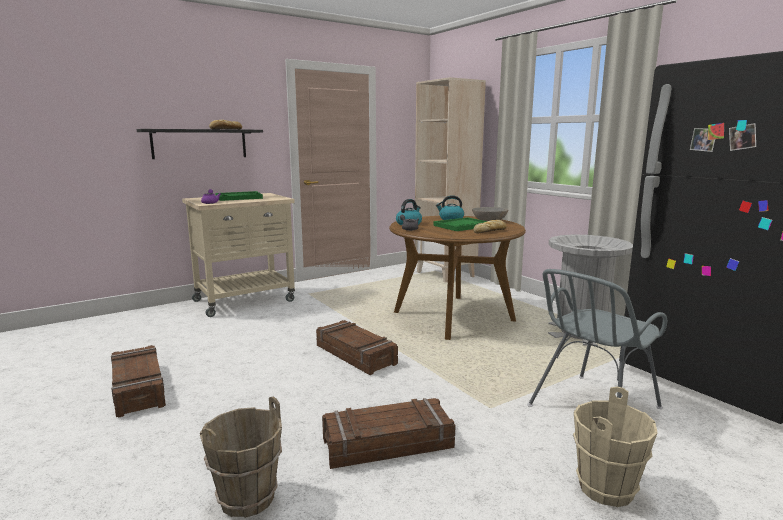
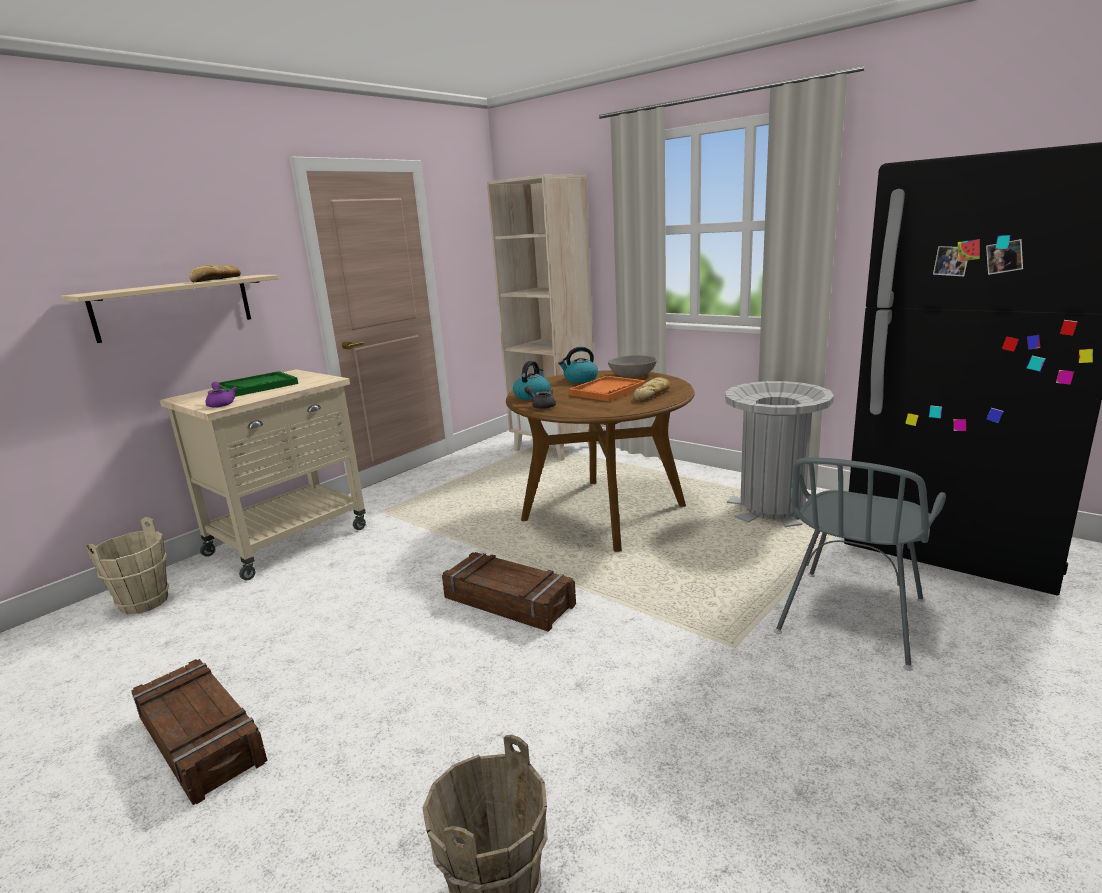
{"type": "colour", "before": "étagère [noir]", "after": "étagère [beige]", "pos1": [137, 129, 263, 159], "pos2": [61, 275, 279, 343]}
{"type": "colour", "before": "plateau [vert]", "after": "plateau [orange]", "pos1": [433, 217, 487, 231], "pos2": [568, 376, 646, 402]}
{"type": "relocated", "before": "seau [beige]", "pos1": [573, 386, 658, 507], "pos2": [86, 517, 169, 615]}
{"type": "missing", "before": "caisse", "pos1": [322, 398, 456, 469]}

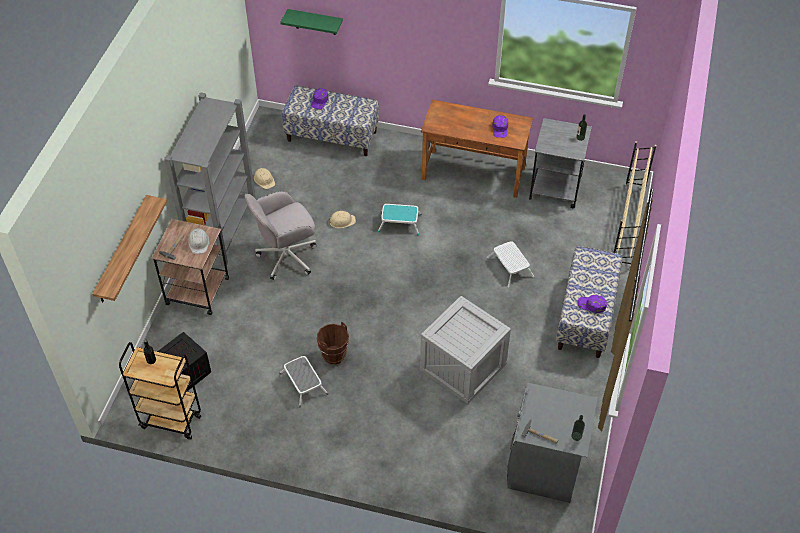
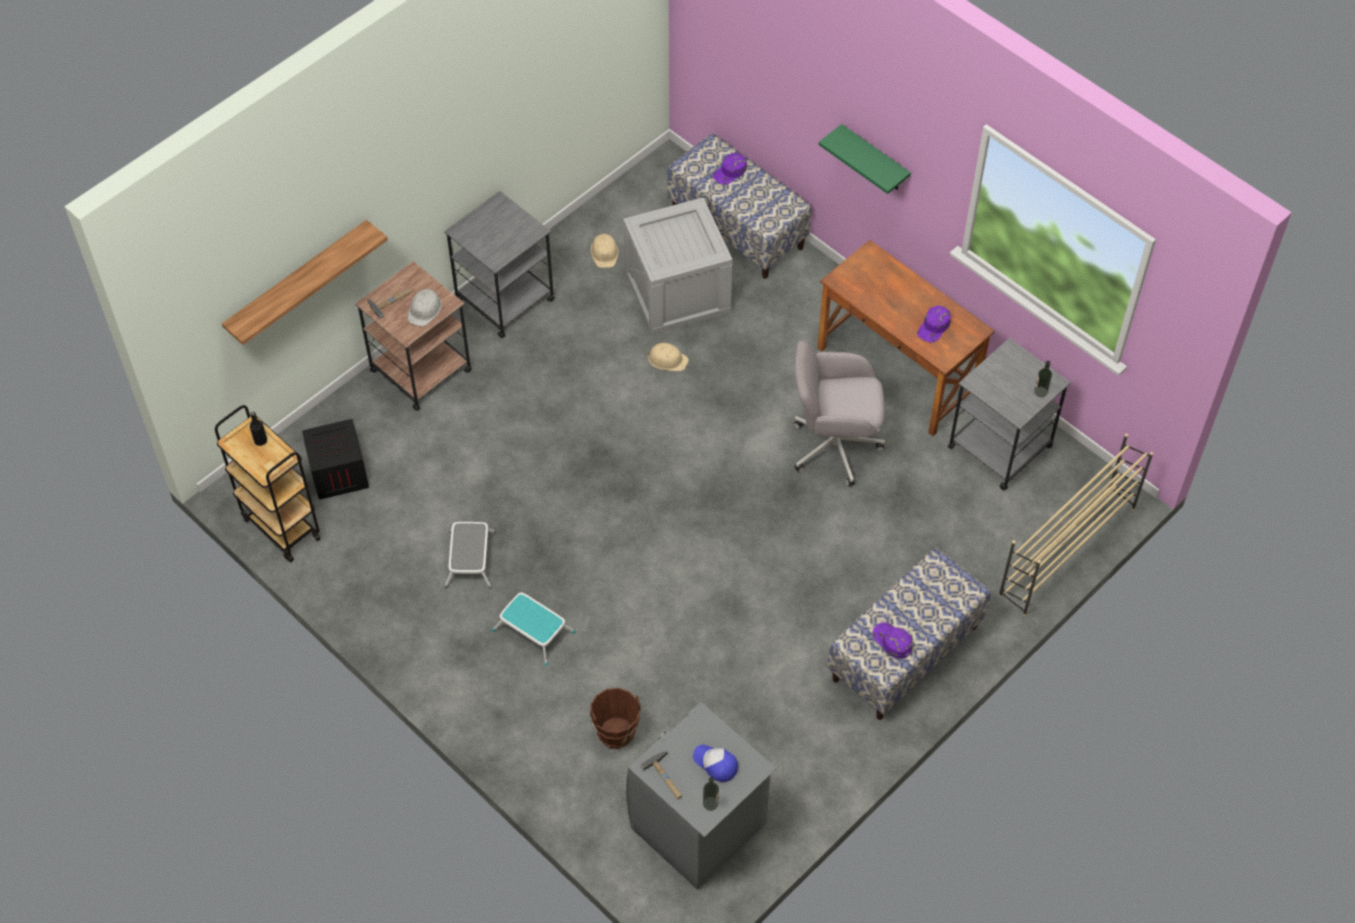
{"type": "relocated", "before": "étagère [vert]", "pos1": [280, 9, 343, 35], "pos2": [819, 124, 911, 194]}
{"type": "exchanged", "before": "bibliothèque [gris]", "after": "chariot [gris]", "pos1": [164, 93, 256, 267], "pos2": [444, 191, 555, 338]}
{"type": "relocated", "before": "chaise de bureau [gris]", "pos1": [245, 191, 317, 280], "pos2": [794, 340, 885, 486]}
{"type": "relocated", "before": "escabeau [turquoise]", "pos1": [377, 204, 422, 236], "pos2": [492, 592, 576, 666]}
{"type": "missing", "before": "escabeau [blanc]", "pos1": [487, 241, 534, 288]}
{"type": "relocated", "before": "caisse", "pos1": [420, 296, 511, 404], "pos2": [623, 197, 733, 334]}
{"type": "relocated", "before": "seau [marron]", "pos1": [317, 322, 349, 364], "pos2": [590, 688, 640, 749]}
{"type": "appeared", "after": "casquette", "pos2": [693, 745, 738, 782]}

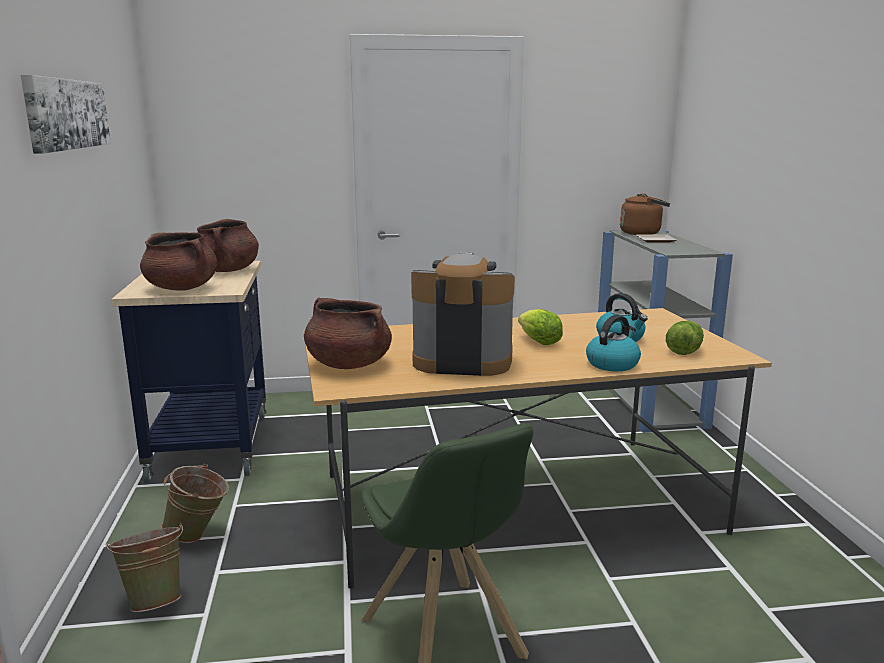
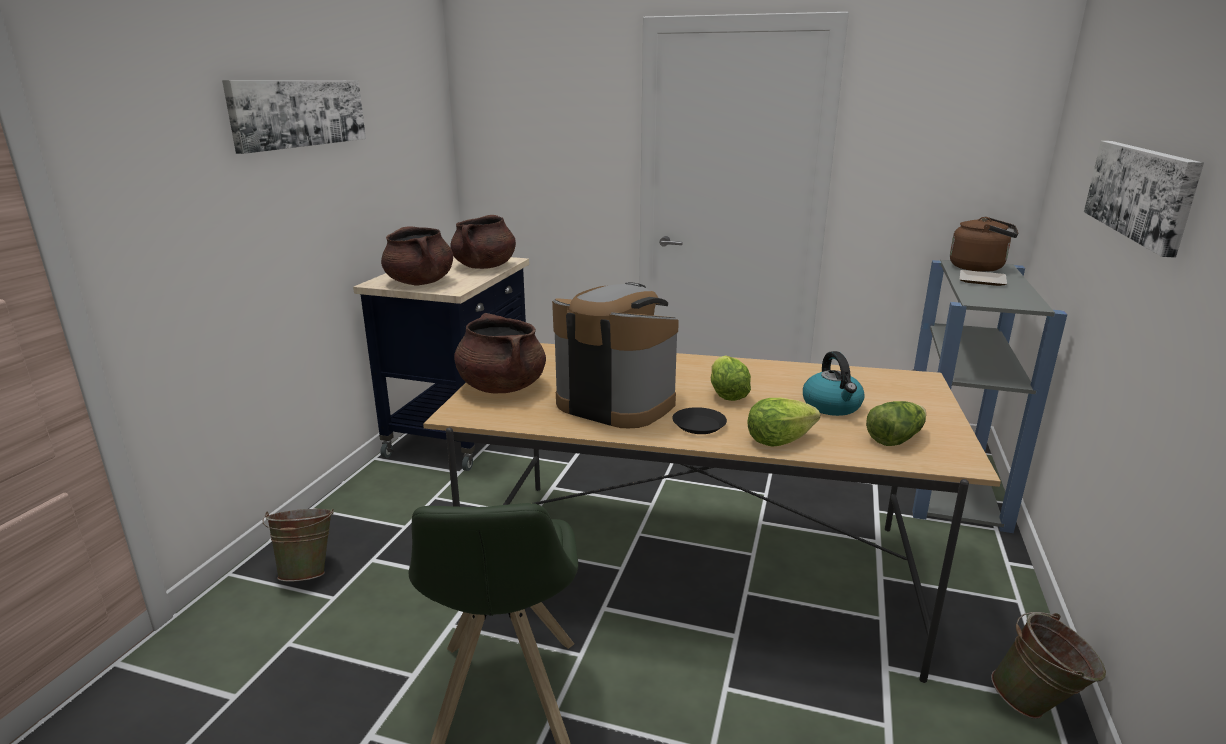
{"type": "exchanged", "before": "bouilloire", "after": "laitue", "pos1": [586, 315, 641, 371], "pos2": [748, 398, 820, 447]}
{"type": "relocated", "before": "seau [vert]", "pos1": [161, 464, 229, 543], "pos2": [991, 612, 1106, 719]}
{"type": "appeared", "after": "tableau", "pos2": [1084, 141, 1204, 258]}
{"type": "appeared", "after": "assiette [noir]", "pos2": [672, 407, 727, 434]}

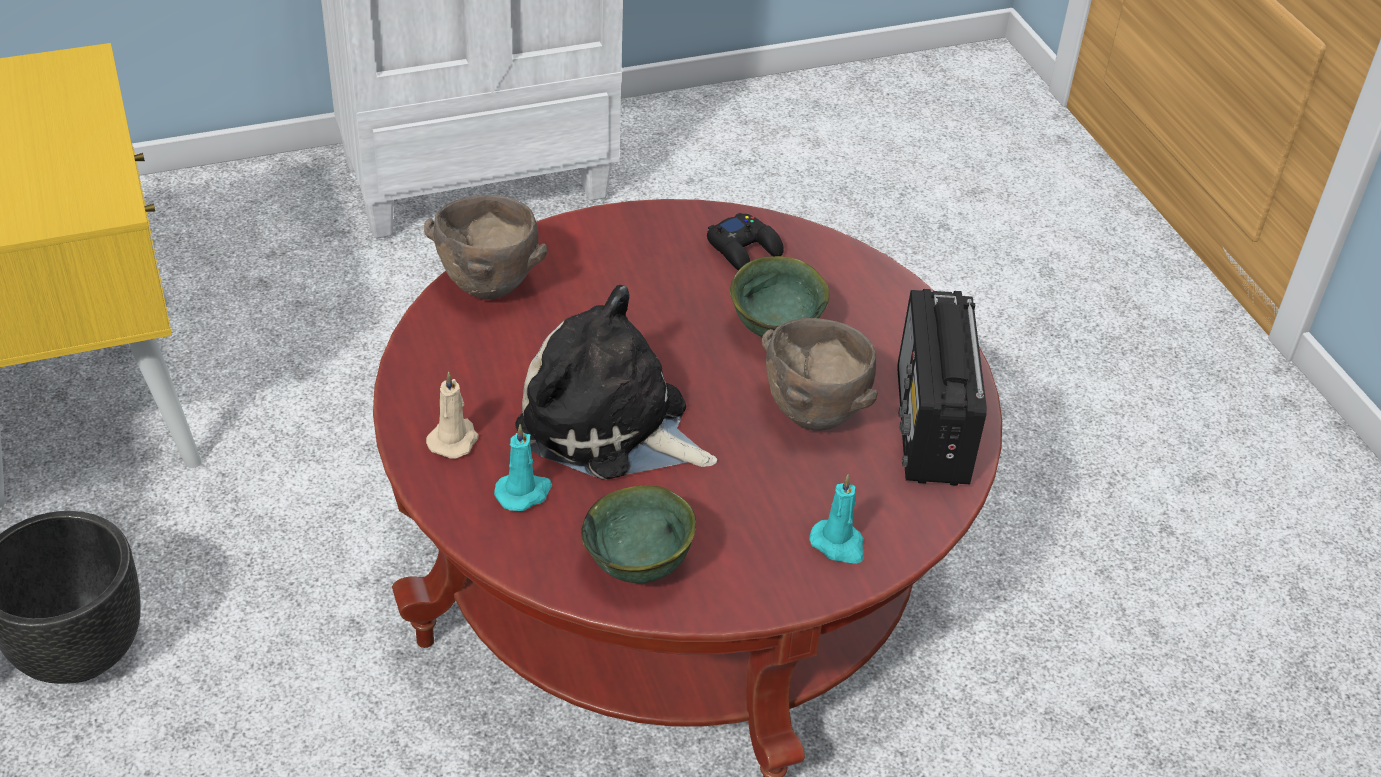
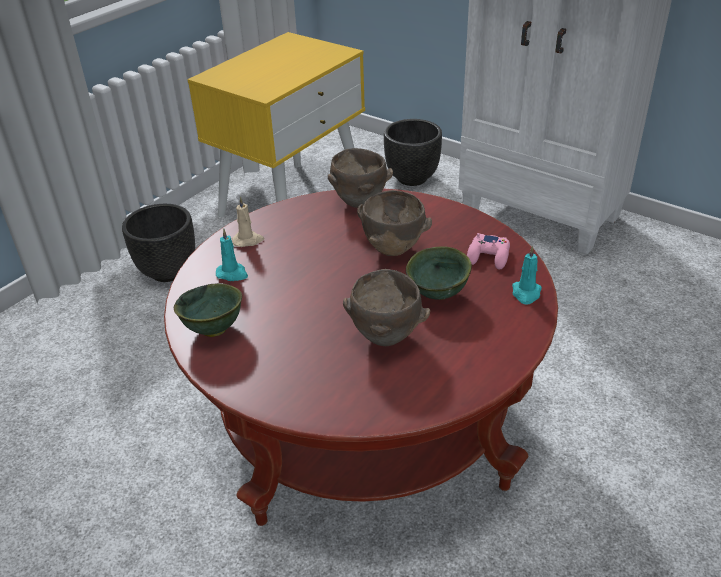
{"type": "colour", "before": "manette [noir]", "after": "manette [rose]", "pos1": [707, 213, 784, 270], "pos2": [467, 233, 510, 269]}
{"type": "missing", "before": "peluche", "pos1": [515, 285, 717, 480]}
{"type": "missing", "before": "radio", "pos1": [897, 289, 987, 486]}
{"type": "relocated", "before": "bougie [turquoise]", "pos1": [809, 475, 864, 564], "pos2": [512, 246, 542, 304]}
{"type": "appeared", "after": "cache-pot [noir]", "pos2": [384, 119, 442, 186]}
{"type": "appeared", "after": "bol [marron]", "pos2": [357, 190, 432, 256]}

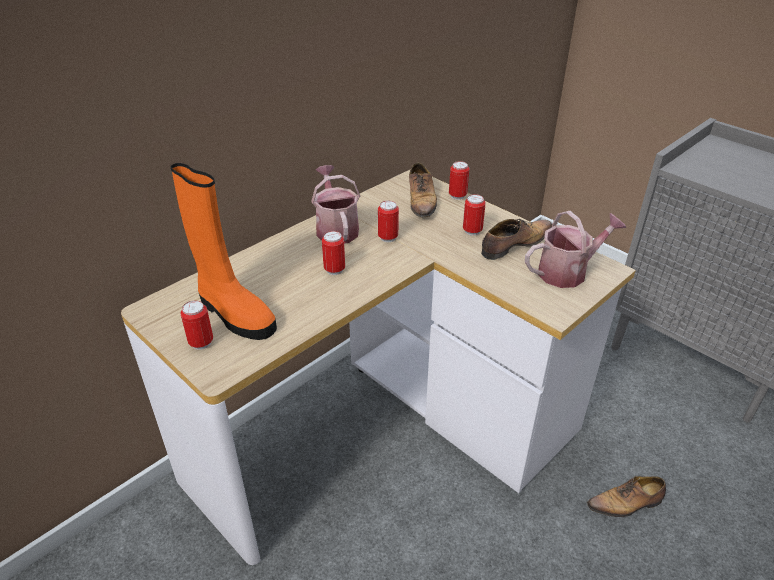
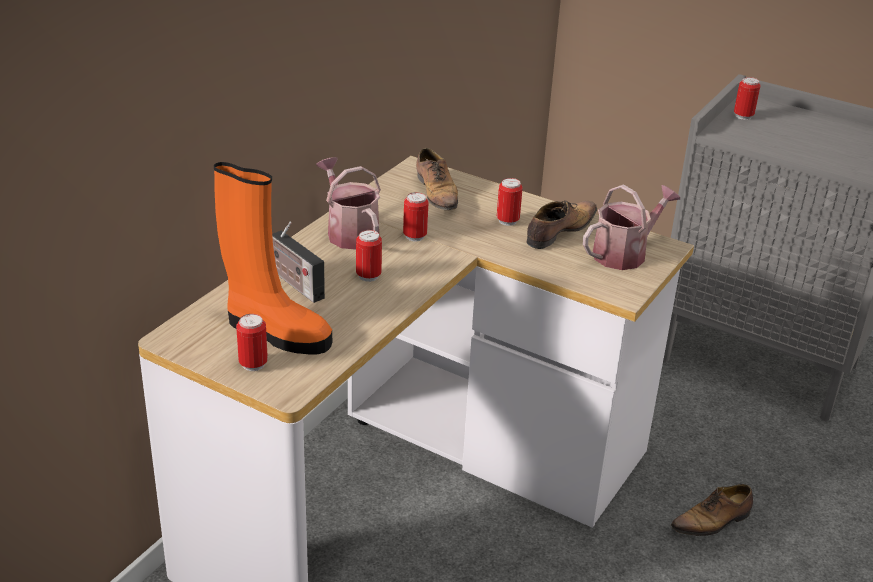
{"type": "relocated", "before": "boîte métallique", "pos1": [449, 161, 469, 200], "pos2": [734, 77, 761, 120]}
{"type": "appeared", "after": "radio", "pos2": [272, 222, 325, 303]}

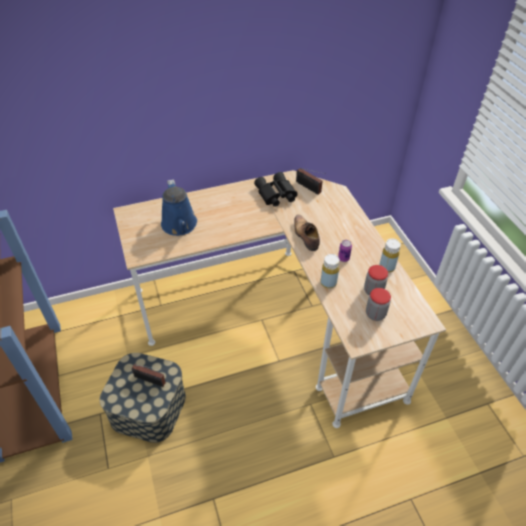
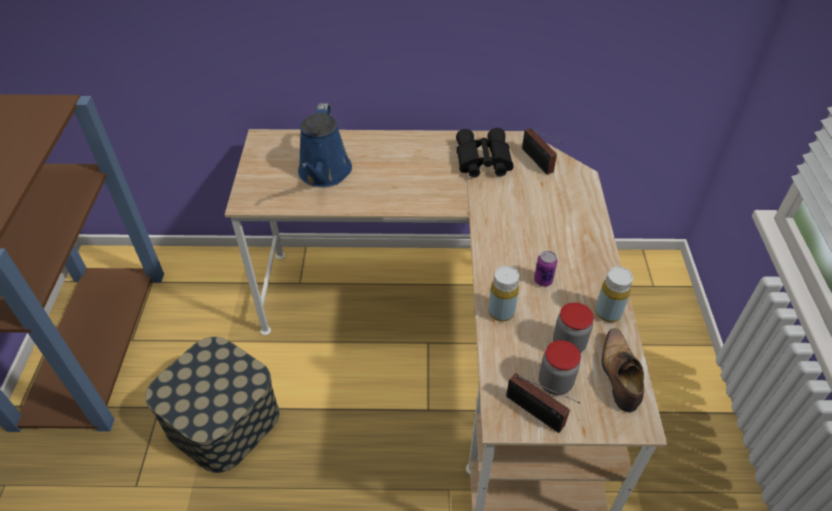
{"type": "relocated", "before": "chaussure", "pos1": [294, 215, 320, 251], "pos2": [601, 328, 644, 412]}
{"type": "relocated", "before": "radio", "pos1": [132, 364, 166, 387], "pos2": [506, 373, 580, 433]}

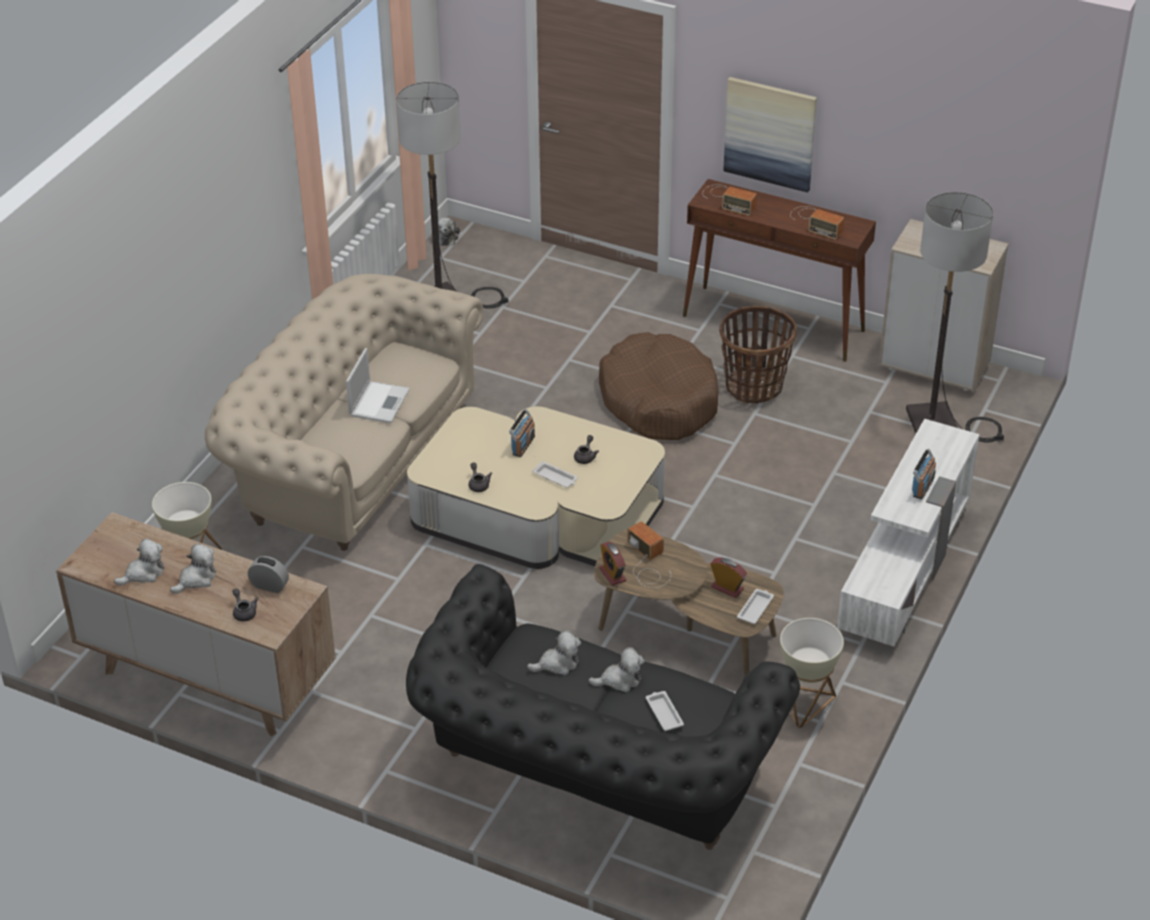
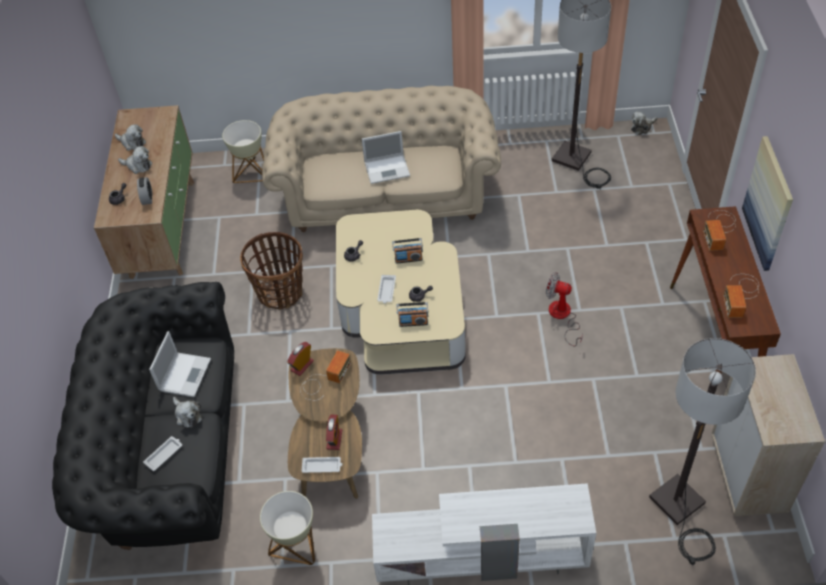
{"type": "relocated", "before": "panier", "pos1": [719, 306, 797, 404], "pos2": [240, 232, 303, 310]}
{"type": "exchanged", "before": "panier pour chien [marron]", "after": "ventilateur", "pos1": [599, 332, 719, 440], "pos2": [546, 272, 583, 346]}
{"type": "relocated", "before": "radio", "pos1": [912, 449, 936, 499], "pos2": [396, 302, 429, 327]}
{"type": "exchanged", "before": "peluche", "after": "ordinateur portable", "pos1": [527, 630, 581, 675], "pos2": [149, 331, 211, 397]}

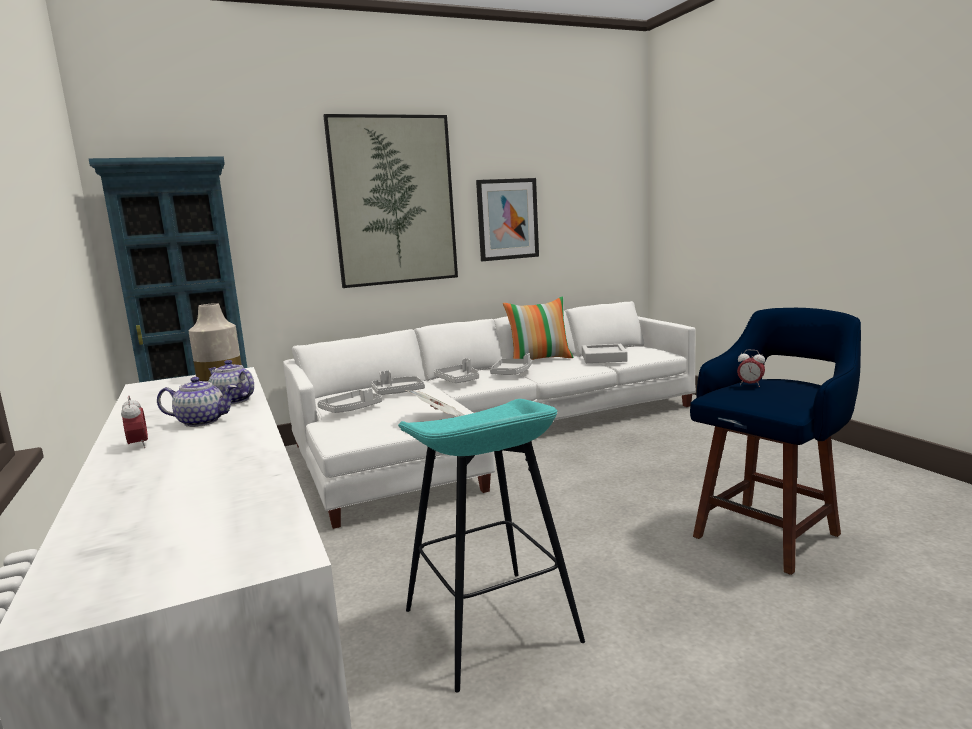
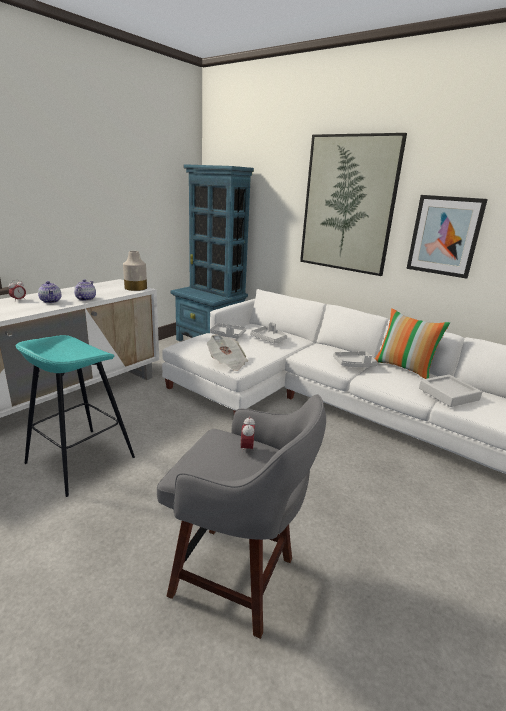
{"type": "colour", "before": "tabouret [bleu]", "after": "tabouret [gris]", "pos1": [690, 308, 861, 575], "pos2": [157, 394, 326, 639]}
{"type": "missing", "before": "plateau [gris]", "pos1": [434, 358, 479, 383]}

